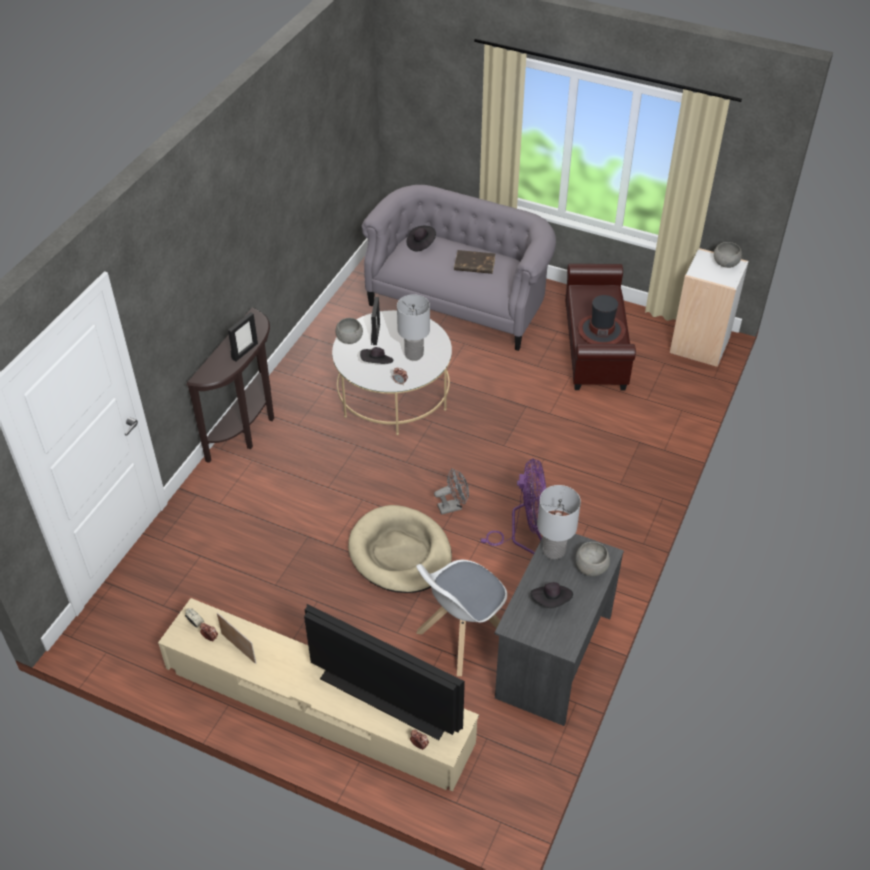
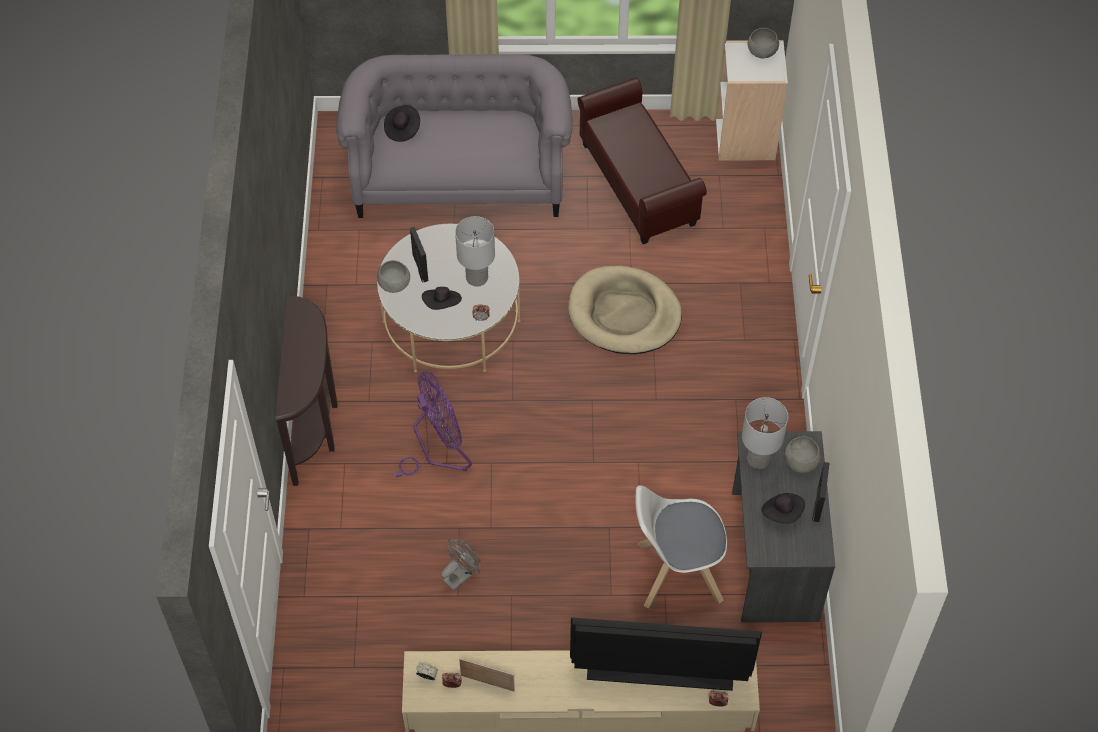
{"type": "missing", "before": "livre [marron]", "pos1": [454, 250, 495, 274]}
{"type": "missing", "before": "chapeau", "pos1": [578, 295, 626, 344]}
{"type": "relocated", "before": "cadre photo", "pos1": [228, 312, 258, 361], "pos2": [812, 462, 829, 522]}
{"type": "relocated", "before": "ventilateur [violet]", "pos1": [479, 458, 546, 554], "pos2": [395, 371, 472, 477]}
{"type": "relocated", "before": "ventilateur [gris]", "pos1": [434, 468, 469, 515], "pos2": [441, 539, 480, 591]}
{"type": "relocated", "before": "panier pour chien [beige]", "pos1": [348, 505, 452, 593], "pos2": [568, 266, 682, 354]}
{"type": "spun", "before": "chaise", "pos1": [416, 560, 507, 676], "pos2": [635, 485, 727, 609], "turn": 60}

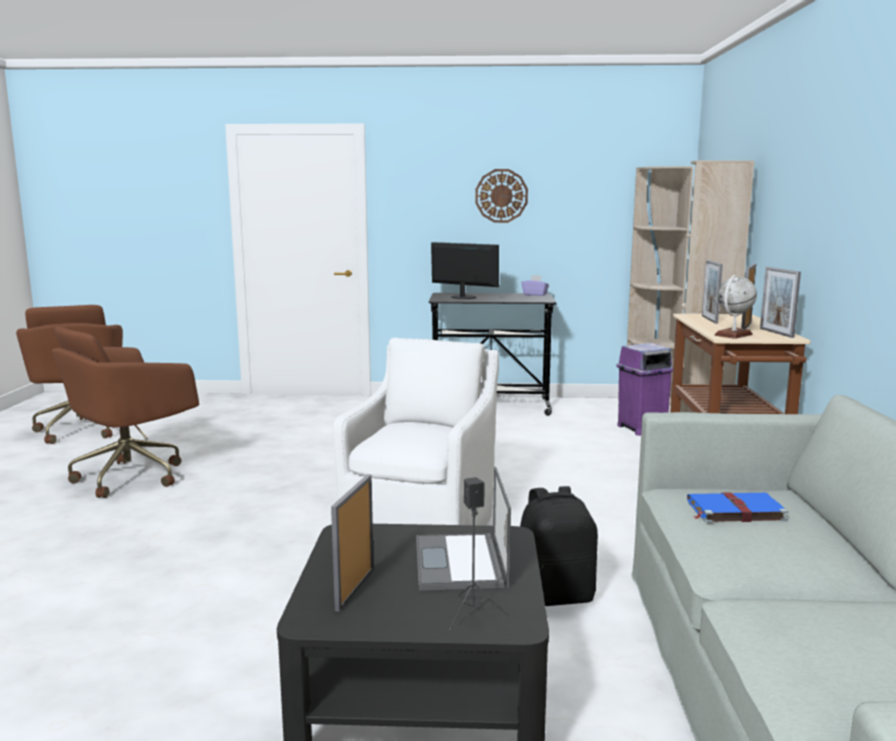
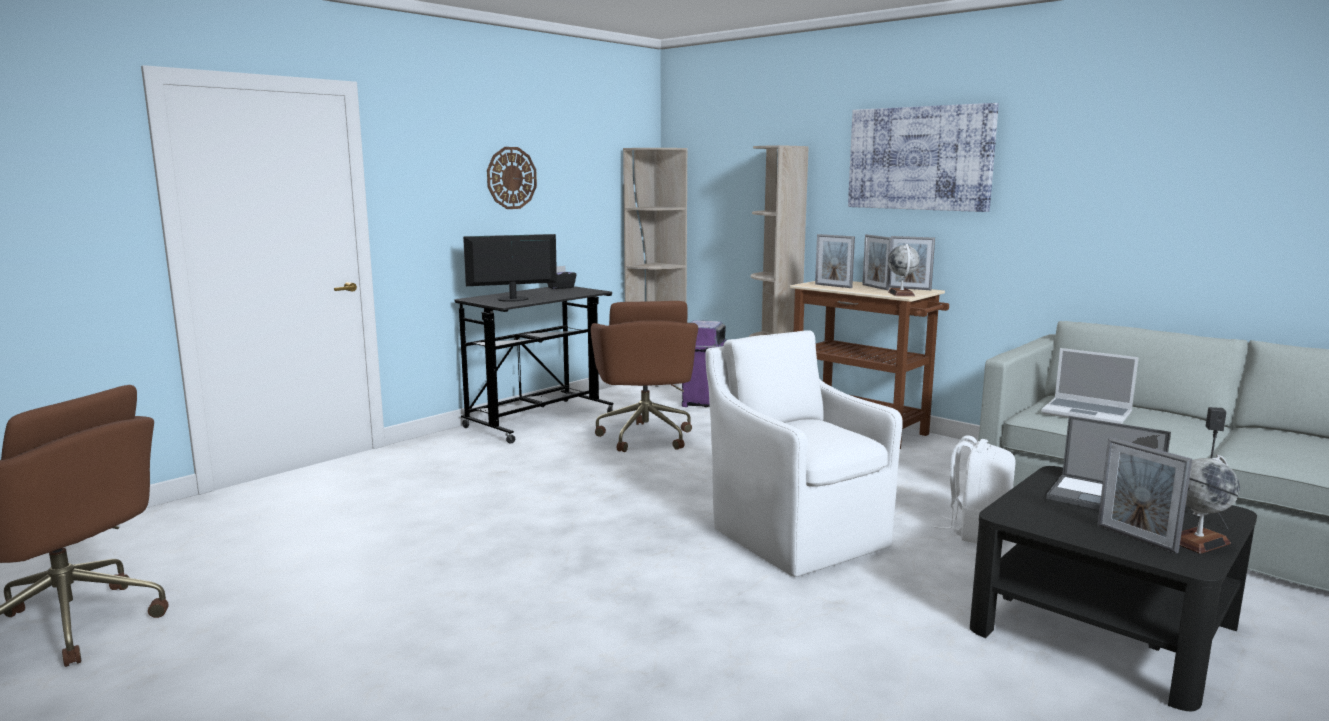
{"type": "colour", "before": "boîte à mouchoirs [violet]", "after": "boîte à mouchoirs [noir]", "pos1": [521, 275, 549, 296], "pos2": [547, 266, 577, 289]}
{"type": "relocated", "before": "chaise de bureau [marron]", "pos1": [52, 326, 199, 498], "pos2": [591, 301, 698, 452]}
{"type": "colour", "before": "sac à dos [noir]", "after": "sac à dos [blanc]", "pos1": [520, 486, 598, 606], "pos2": [934, 435, 1016, 543]}
{"type": "exchanged", "before": "livre [bleu]", "after": "ordinateur portable", "pos1": [687, 493, 788, 523], "pos2": [1042, 348, 1139, 424]}
{"type": "appeared", "after": "tableau", "pos2": [848, 103, 999, 212]}
{"type": "appeared", "after": "globe", "pos2": [1180, 454, 1240, 554]}

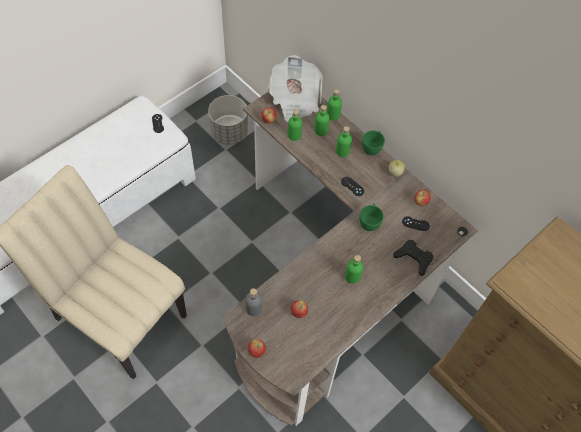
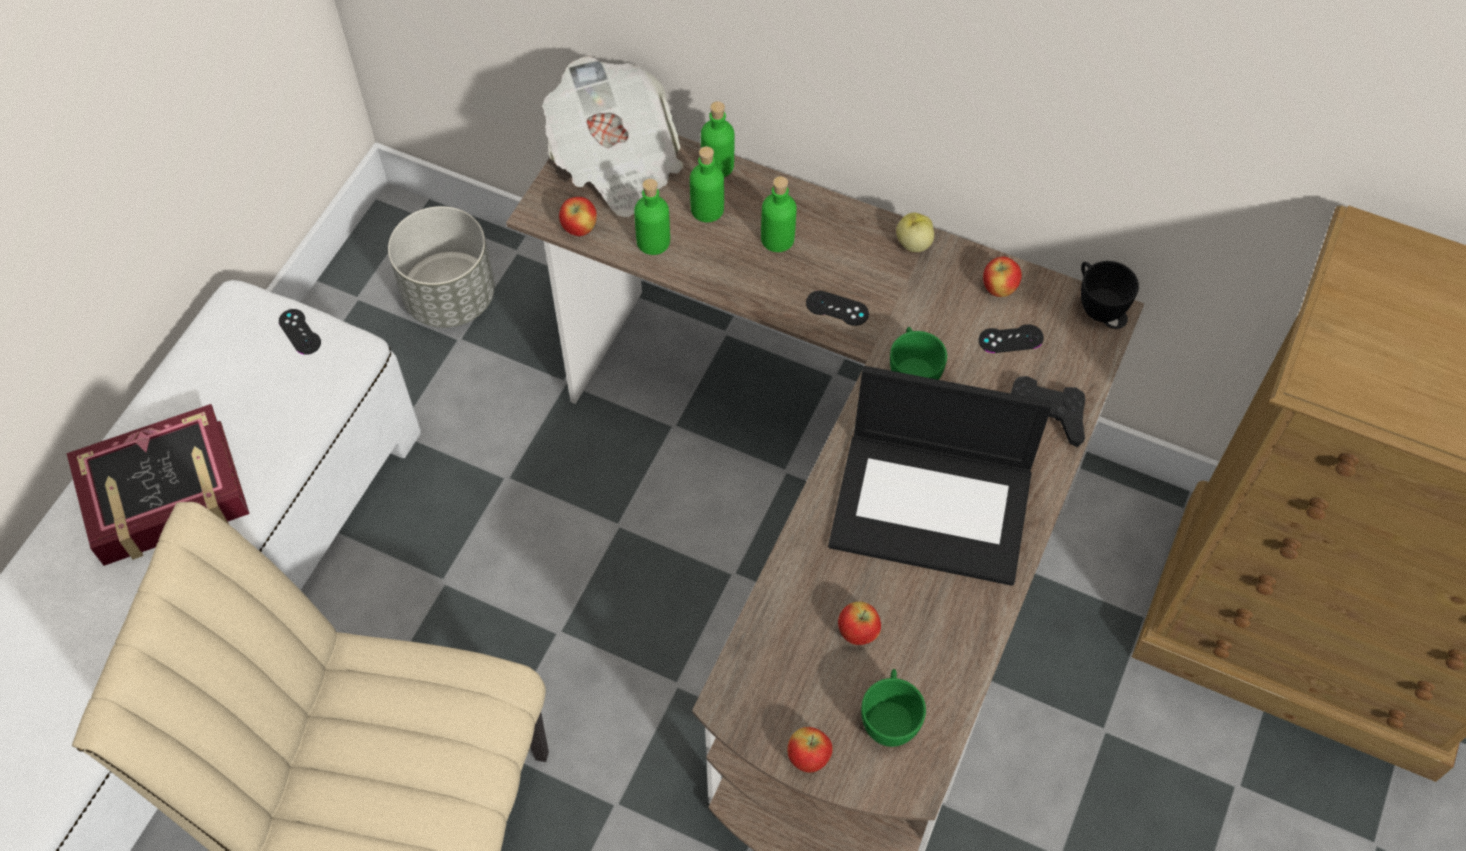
{"type": "relocated", "before": "tasse [vert]", "pos1": [362, 130, 385, 155], "pos2": [861, 669, 926, 747]}
{"type": "exchanged", "before": "bouteille [vert]", "after": "ordinateur portable", "pos1": [345, 255, 363, 284], "pos2": [828, 366, 1052, 586]}
{"type": "missing", "before": "bouteille [gris]", "pos1": [245, 288, 262, 316]}
{"type": "appeared", "after": "tasse [noir]", "pos2": [1081, 261, 1139, 322]}
{"type": "appeared", "after": "livre", "pos2": [67, 404, 250, 566]}

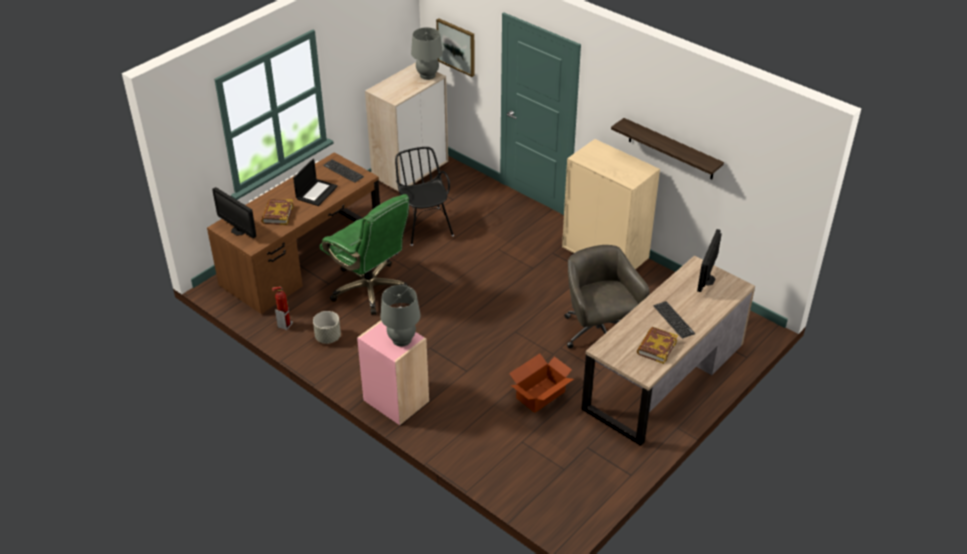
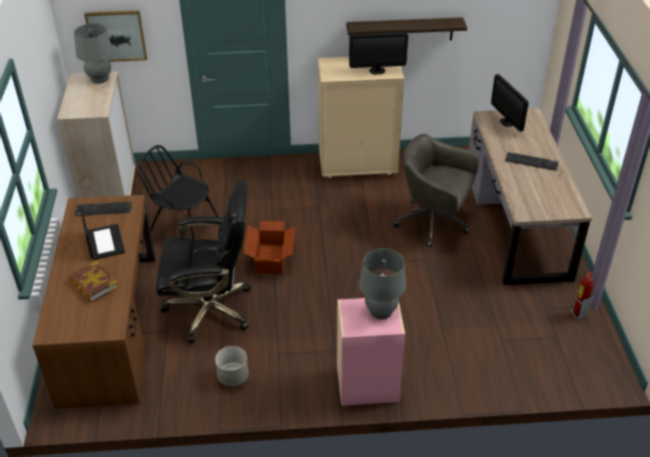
{"type": "relocated", "before": "écran d'ordinateur", "pos1": [212, 187, 256, 238], "pos2": [349, 32, 408, 75]}
{"type": "colour", "before": "chaise de bureau [vert]", "after": "chaise de bureau [noir]", "pos1": [320, 194, 410, 315], "pos2": [156, 180, 251, 344]}
{"type": "relocated", "before": "extincteur", "pos1": [272, 287, 293, 330], "pos2": [570, 272, 594, 320]}
{"type": "missing", "before": "livre", "pos1": [637, 327, 678, 364]}
{"type": "relocated", "before": "carton", "pos1": [509, 353, 574, 413], "pos2": [243, 221, 296, 274]}

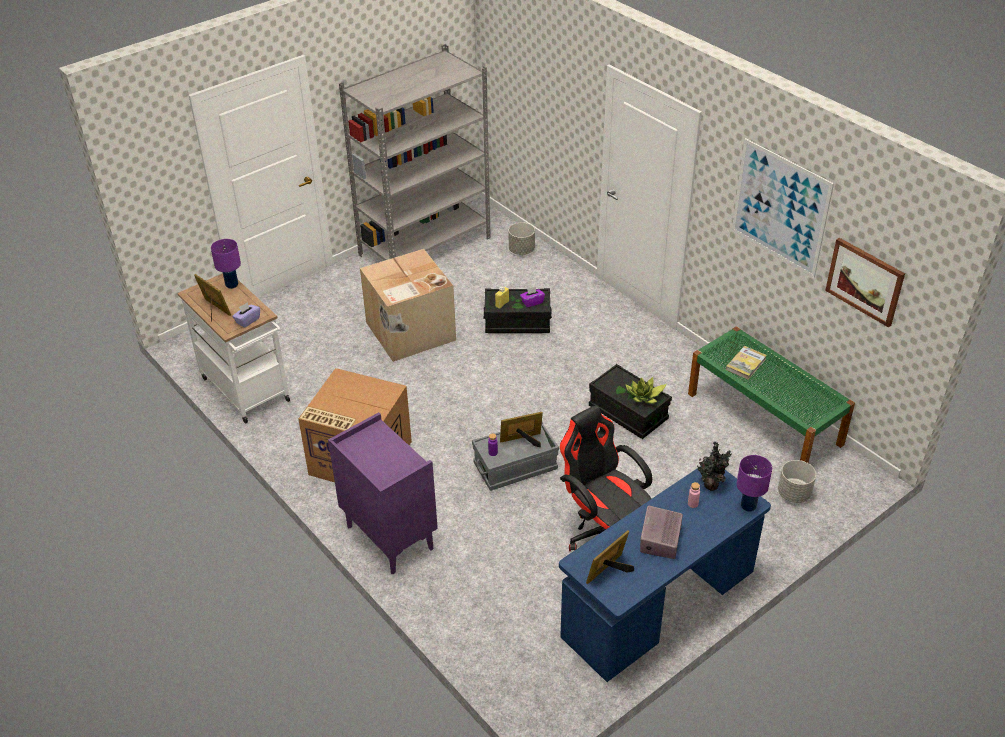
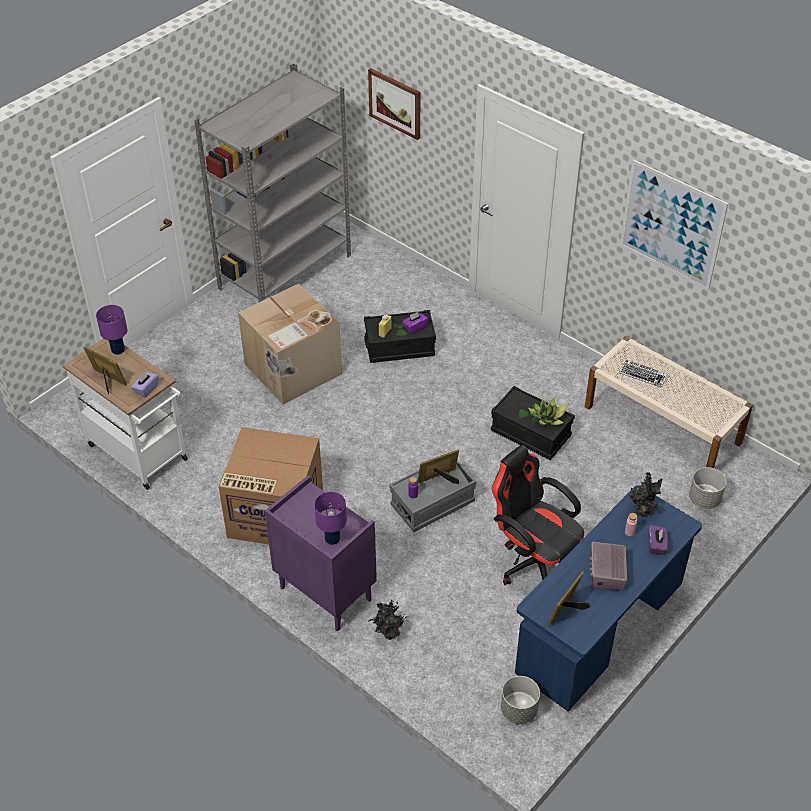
{"type": "relocated", "before": "cache-pot [gris]", "pos1": [508, 222, 535, 255], "pos2": [501, 676, 540, 724]}
{"type": "relocated", "before": "tableau", "pos1": [825, 238, 905, 327], "pos2": [368, 68, 420, 140]}
{"type": "colour", "before": "banc [vert]", "after": "banc [beige]", "pos1": [688, 326, 855, 463], "pos2": [585, 336, 753, 468]}
{"type": "exchanged", "before": "livre", "after": "clavier", "pos1": [726, 346, 767, 379], "pos2": [620, 360, 667, 388]}
{"type": "relocated", "before": "lampe de table [violet]", "pos1": [737, 455, 772, 512], "pos2": [315, 492, 347, 545]}
{"type": "appeared", "after": "boîte à mouchoirs [violet]", "pos2": [649, 525, 668, 554]}
{"type": "appeared", "after": "plante en pot", "pos2": [368, 600, 408, 640]}

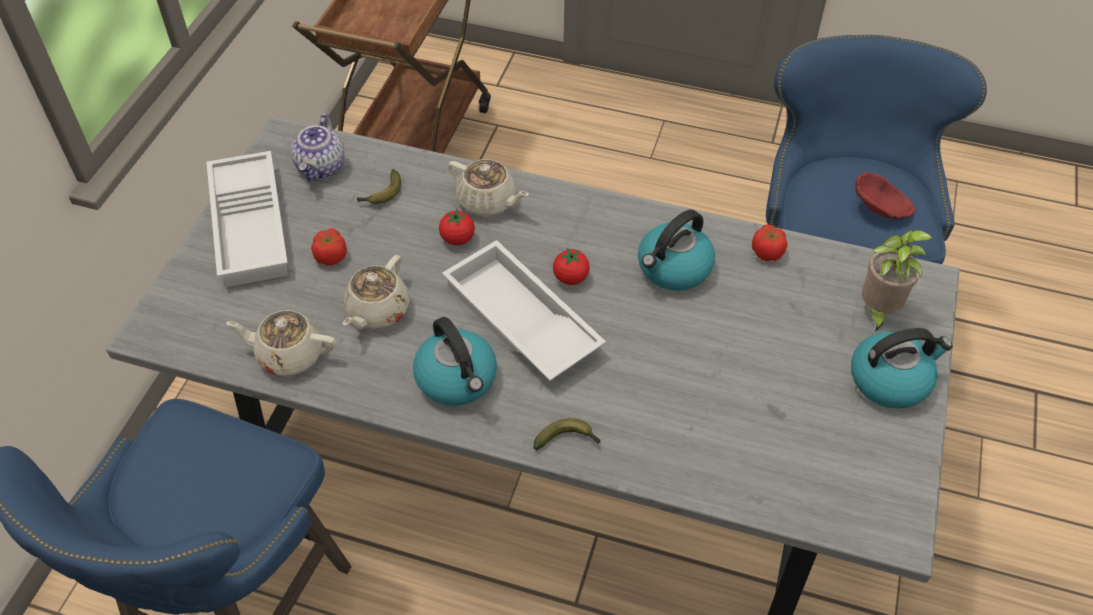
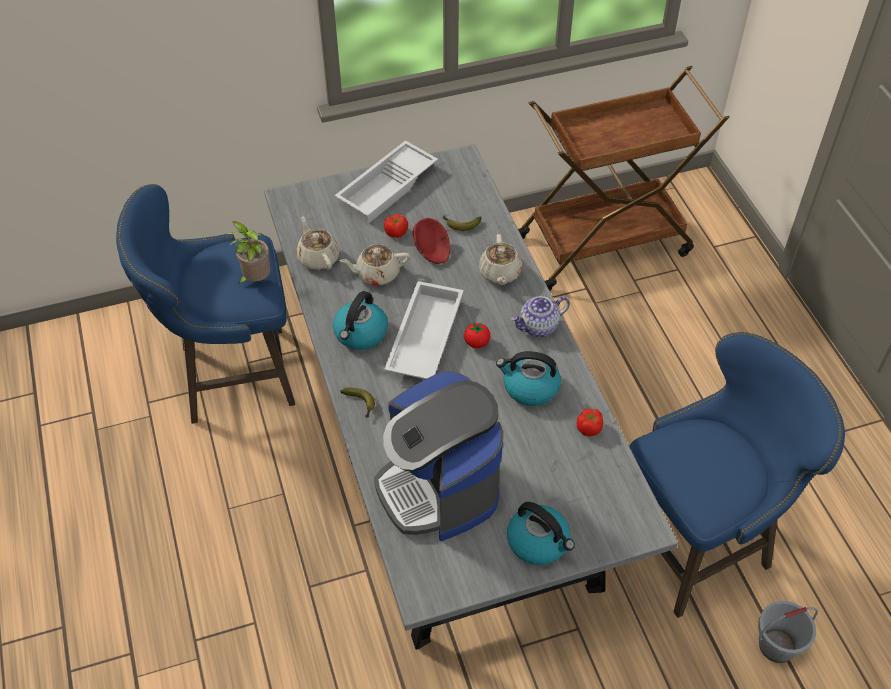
{"type": "relocated", "before": "théière", "pos1": [291, 114, 344, 182], "pos2": [511, 296, 570, 337]}
{"type": "relocated", "before": "bol [rouge]", "pos1": [855, 172, 915, 219], "pos2": [413, 218, 450, 264]}
{"type": "missing", "before": "tomate", "pos1": [439, 209, 475, 245]}
{"type": "relocated", "before": "plante en pot", "pos1": [862, 230, 932, 332], "pos2": [226, 222, 270, 284]}
{"type": "appeared", "after": "machine à café", "pos2": [374, 371, 503, 541]}
{"type": "appeared", "after": "seau [gris]", "pos2": [758, 601, 818, 663]}

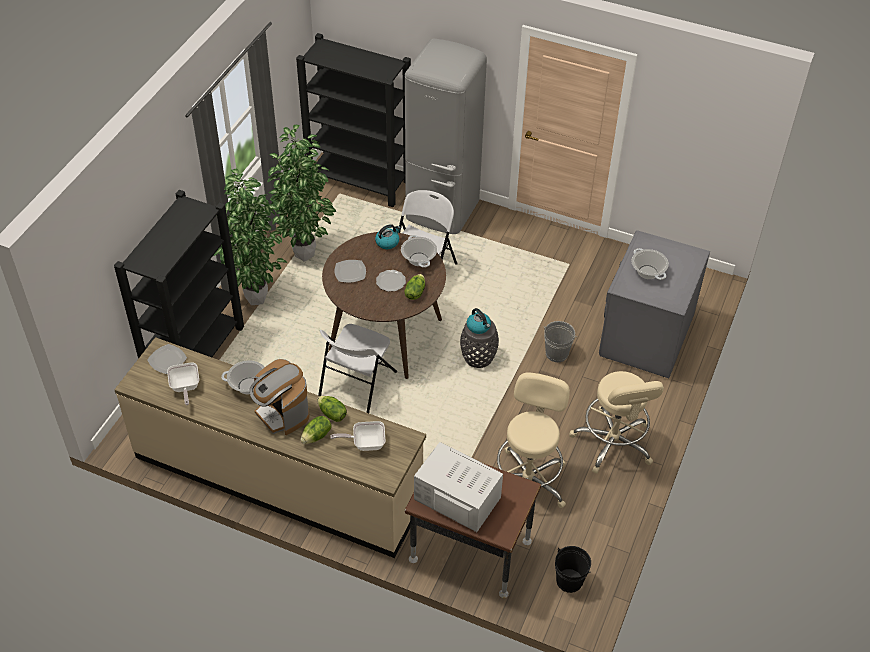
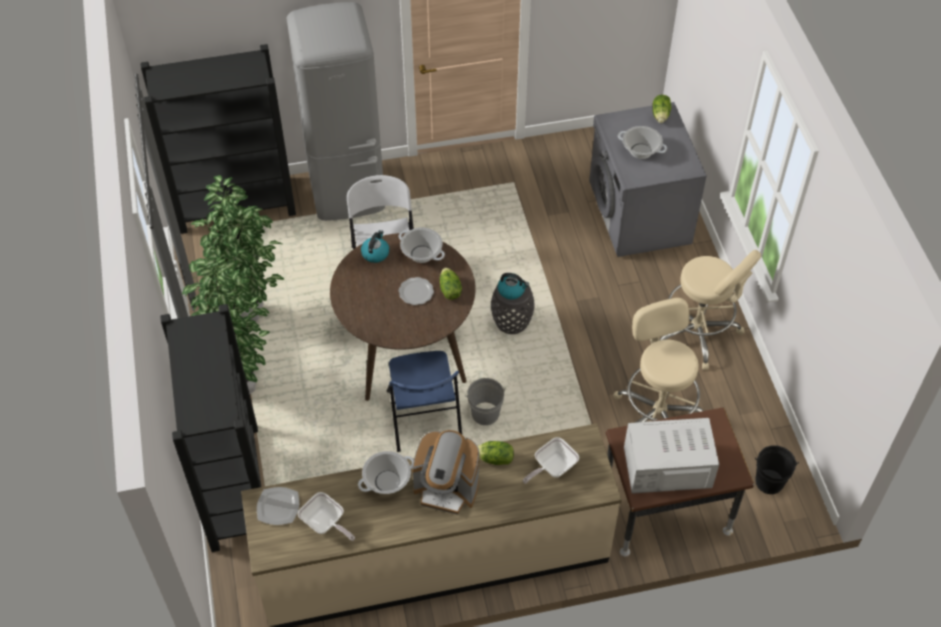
{"type": "missing", "before": "assiette", "pos1": [335, 260, 366, 283]}
{"type": "relocated", "before": "seau [gris]", "pos1": [544, 321, 577, 362], "pos2": [465, 378, 506, 425]}
{"type": "colour", "before": "chaise [blanc]", "after": "chaise [bleu]", "pos1": [318, 324, 397, 413], "pos2": [386, 351, 462, 452]}
{"type": "relocated", "before": "laitue", "pos1": [301, 416, 332, 444], "pos2": [652, 95, 671, 123]}

